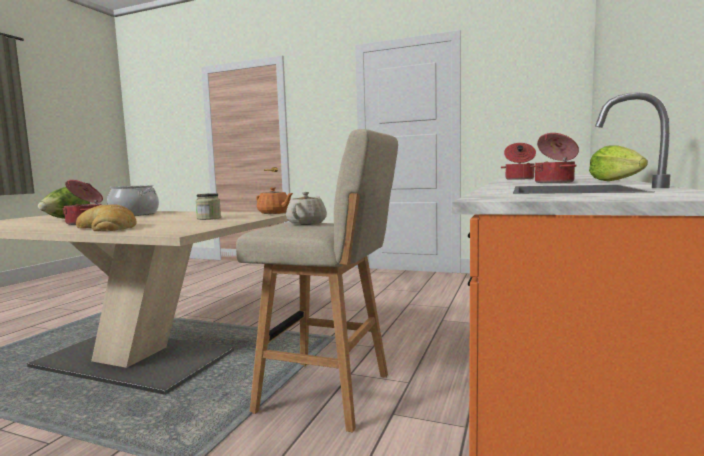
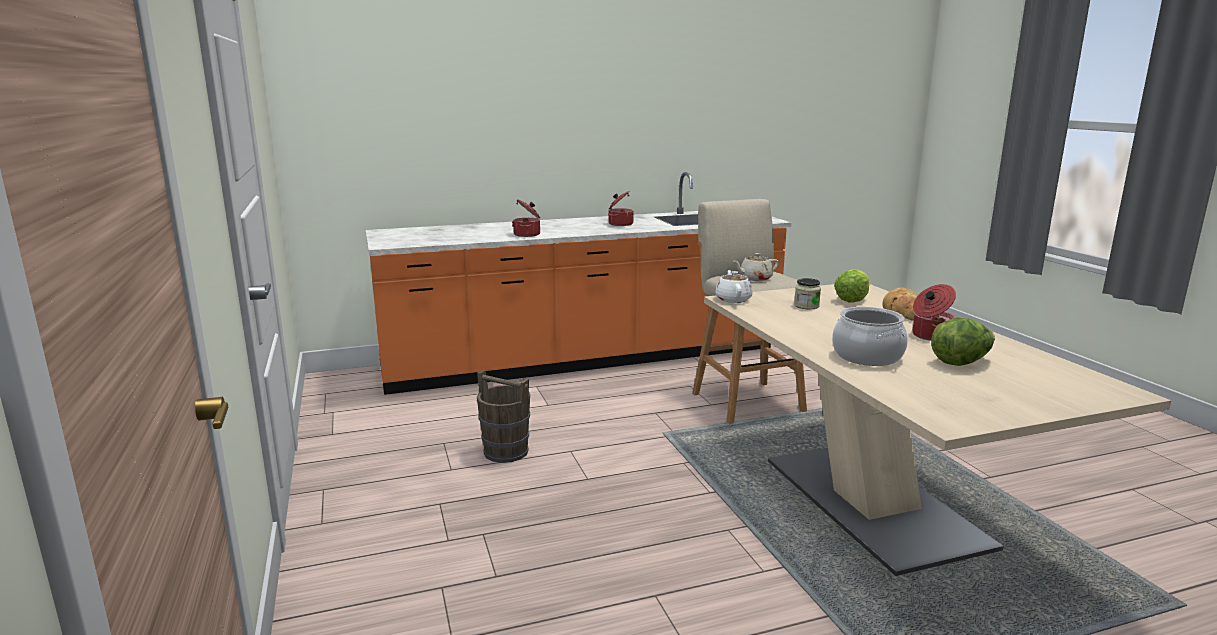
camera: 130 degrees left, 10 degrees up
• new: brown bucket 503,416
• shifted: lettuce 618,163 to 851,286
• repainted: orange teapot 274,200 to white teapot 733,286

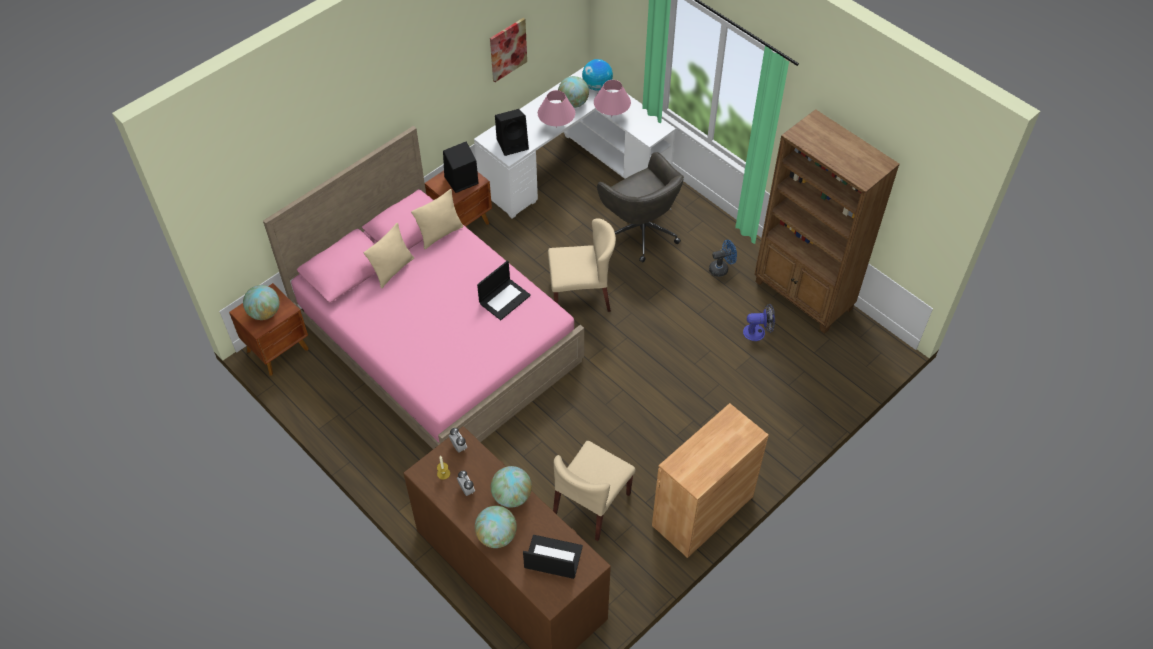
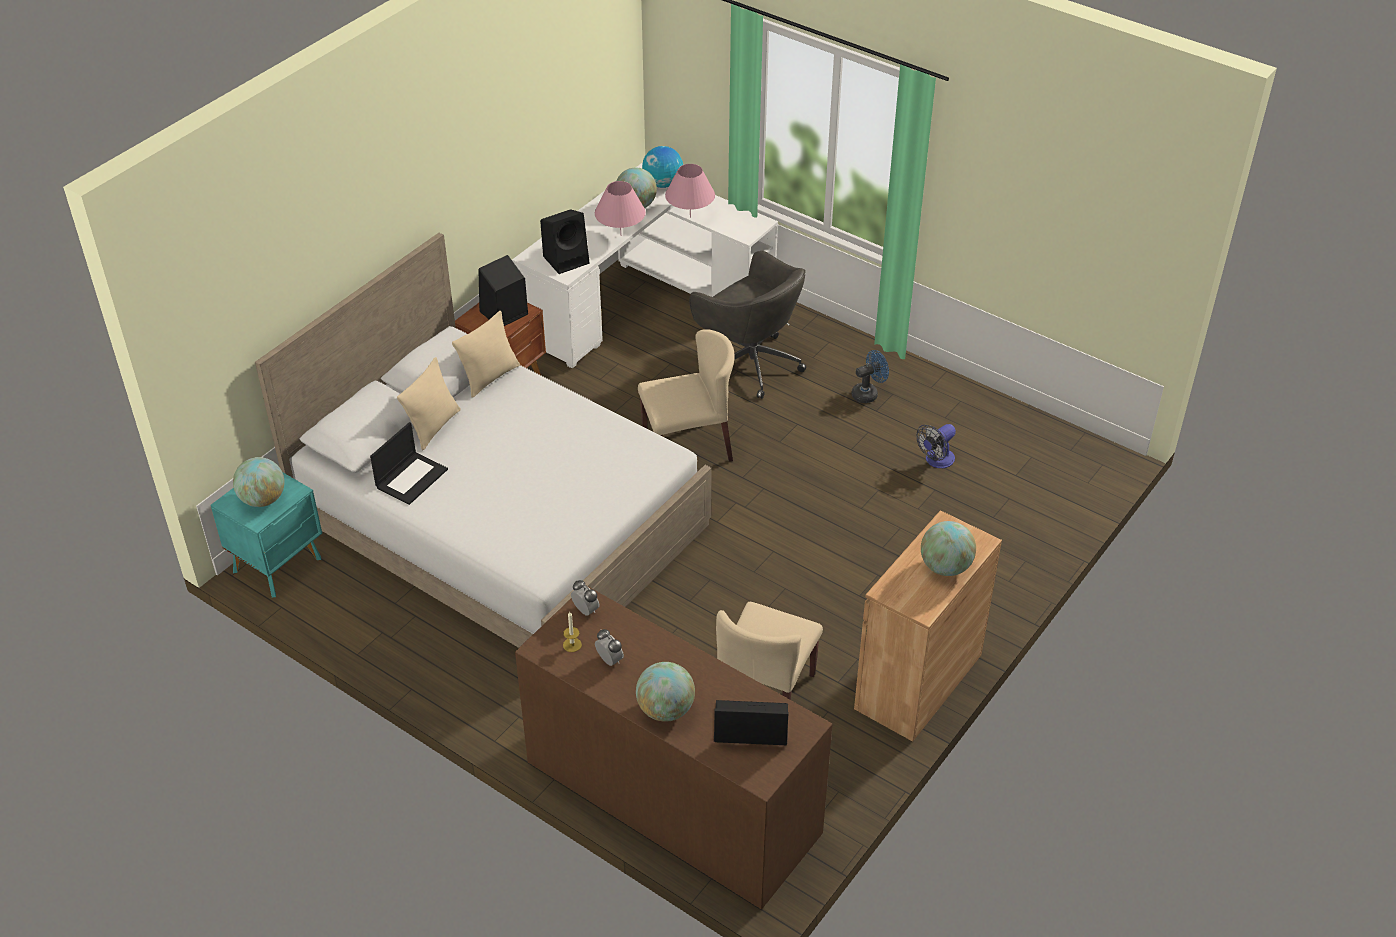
camera: 10 degrees left, 10 degrees down
• gone: picture 508,50
• gone: brown bookcase 827,221
• shifted: laptop 504,290 to 409,463
• shifted: globe 511,487 to 948,548
• repainted: brown nightstand 269,329 to turquoise nightstand 266,535
• repainted: pink bed 423,287 to white bed 483,440
• rotated: fan 759,322 = 936,446 150 degrees clockwise

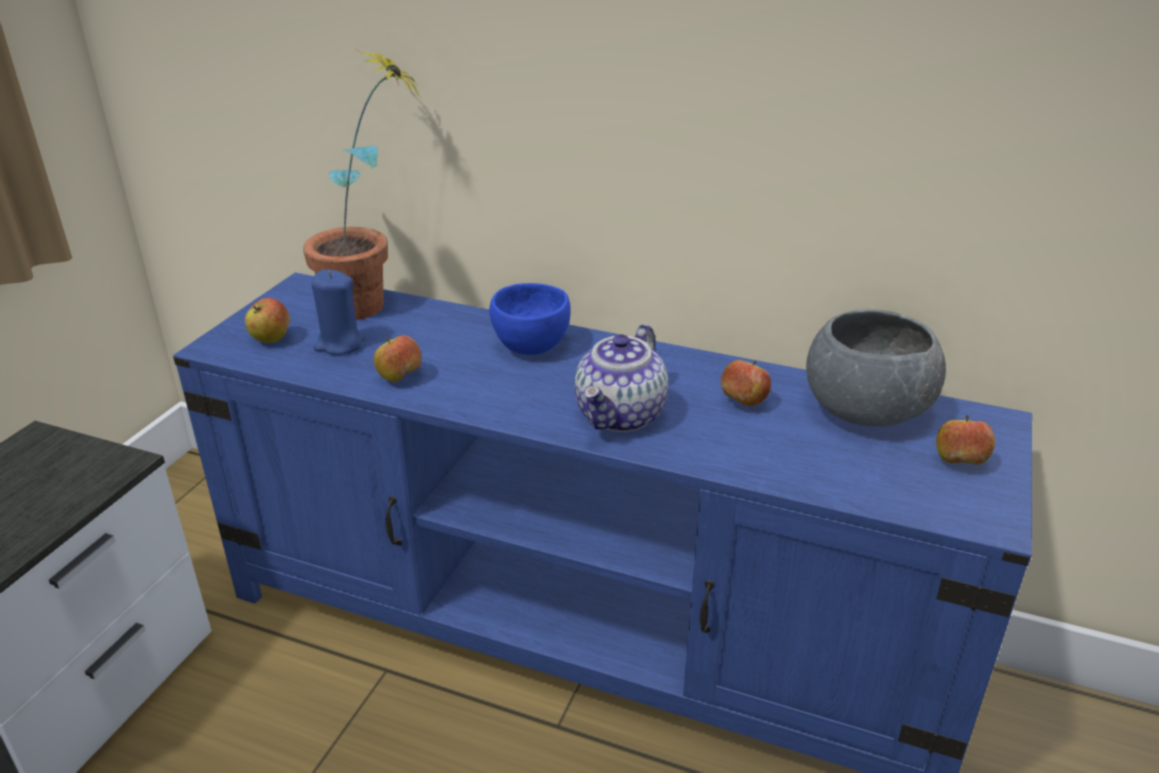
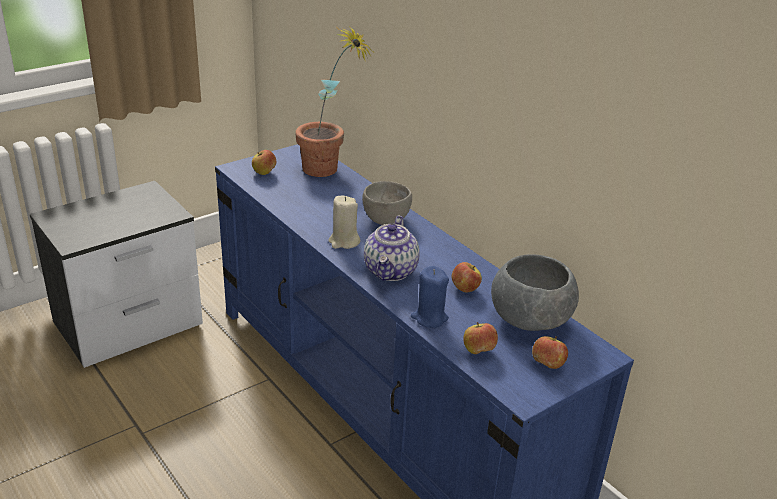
camera: 30 degrees right, 0 degrees up
• new: beige candle 344,222
• shifted: blue candle 338,312 to 430,297
• shifted: apple 397,358 to 480,338
• repainted: blue bowl 530,319 to grey bowl 387,203
• rotated: teapot 621,378 = 392,248 45 degrees counterclockwise

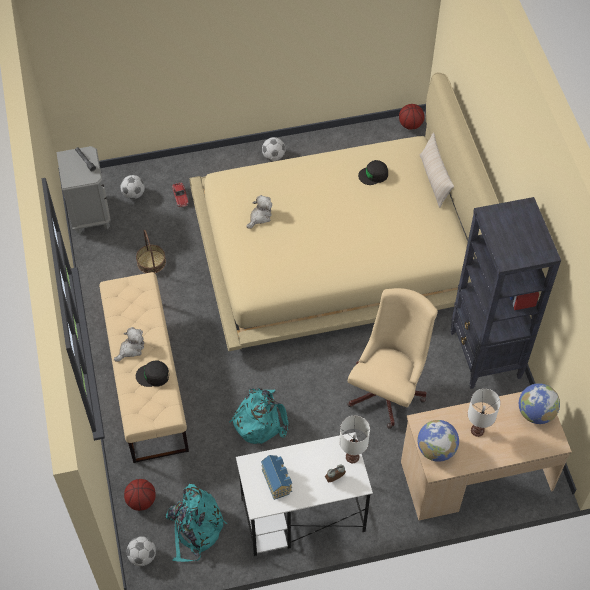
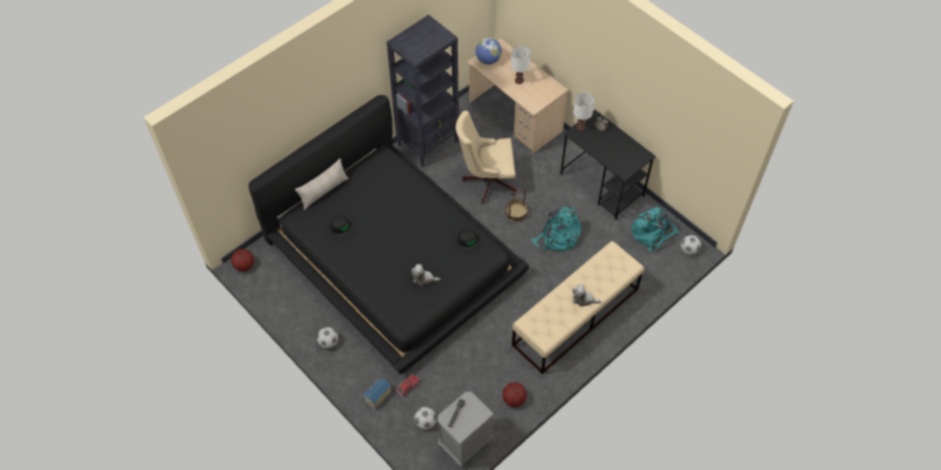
camera: 120 degrees left, 0 degrees up
• gone: globe 438,441
• shifted: basketball 140,495 to 514,394
• shifted: basket 151,251 to 516,205
• shifted: black cap 152,373 to 469,240
• shifted: toy house 276,477 to 378,394
• repainted: beige bed 344,211 to black bed 389,234
• repainted: white desk 304,494 to black desk 608,165

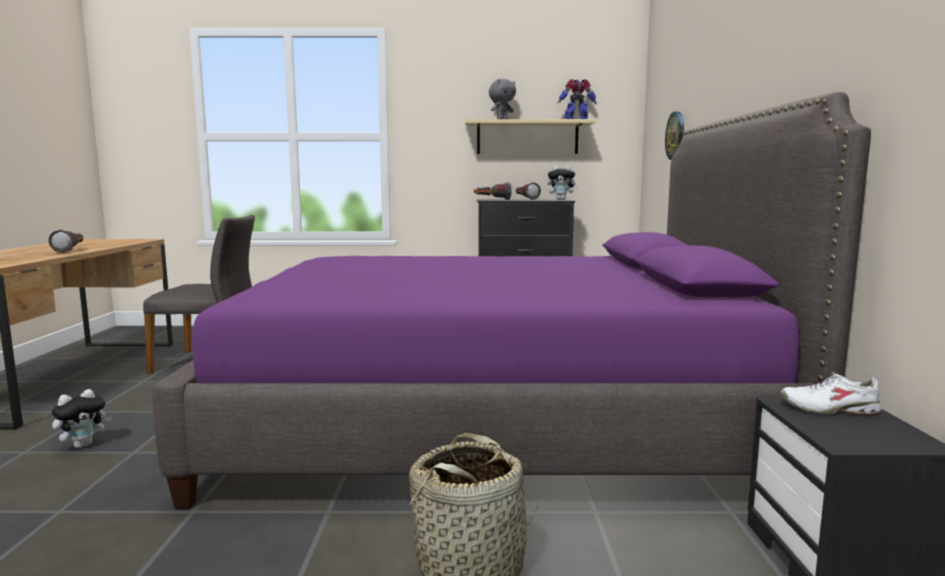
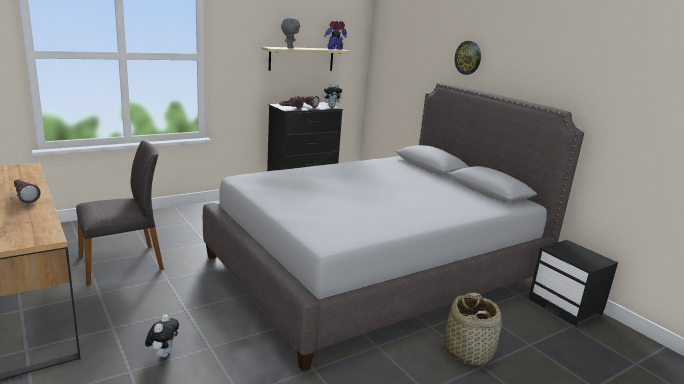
camera: 35 degrees left, 10 degrees up
• gone: white shoe 831,394
• shifted: wall clock 674,135 to 468,58
• repainted: purple bed 512,300 to grey bed 393,226

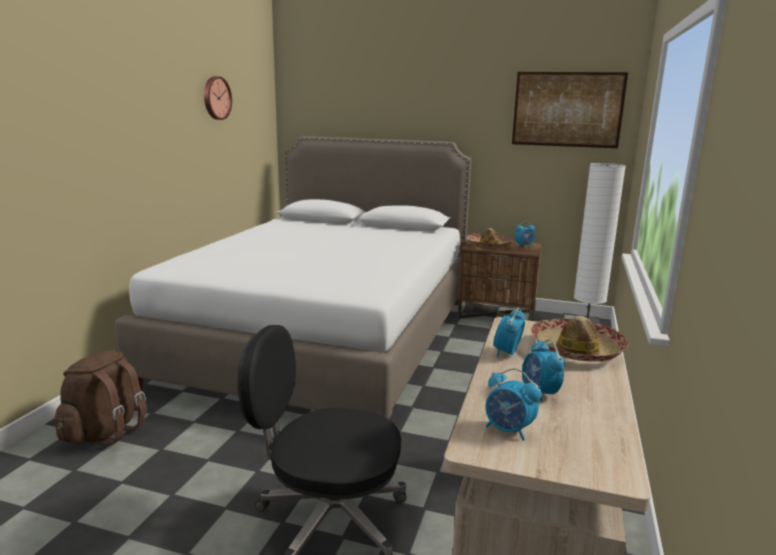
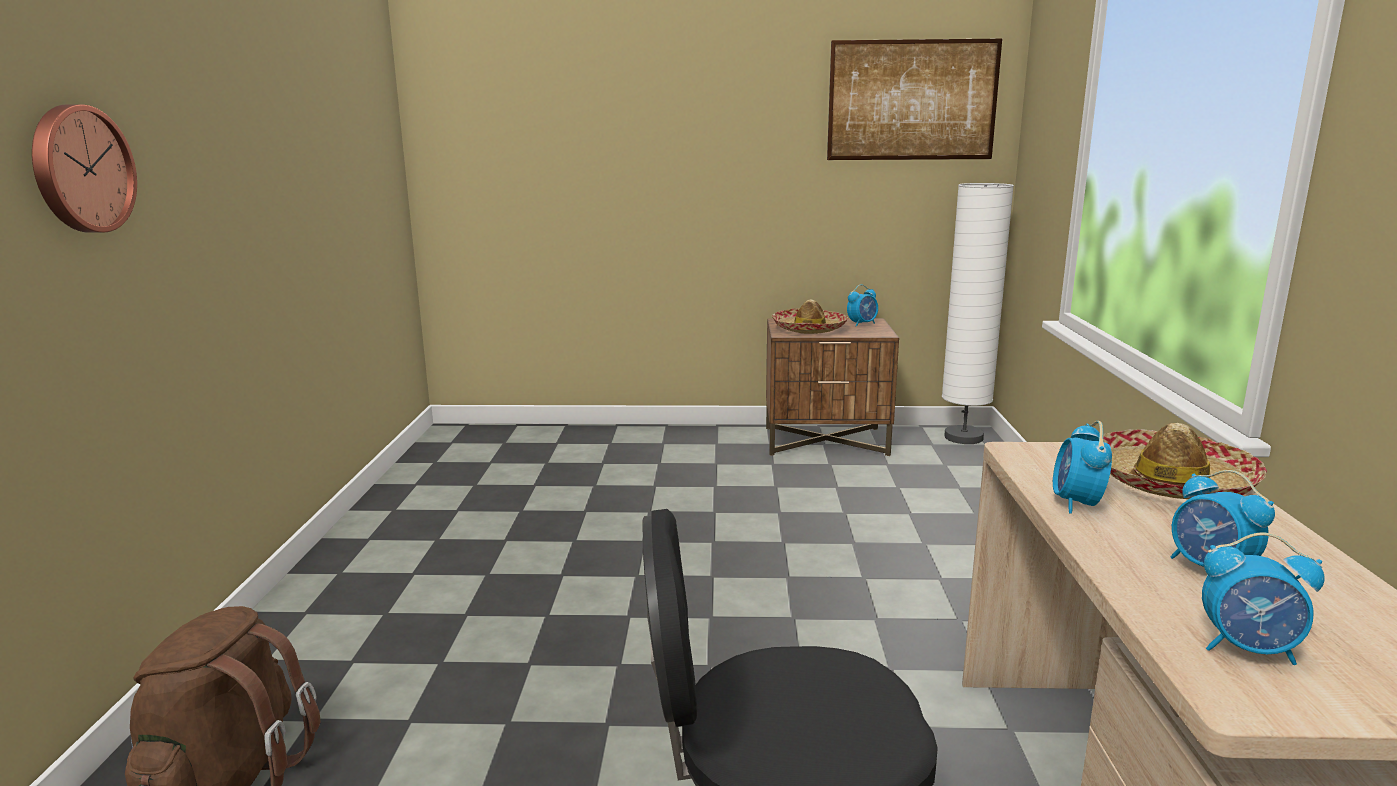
camera: 15 degrees left, 0 degrees up
• gone: white bed 293,278
• shifted: wall clock 218,98 to 84,168

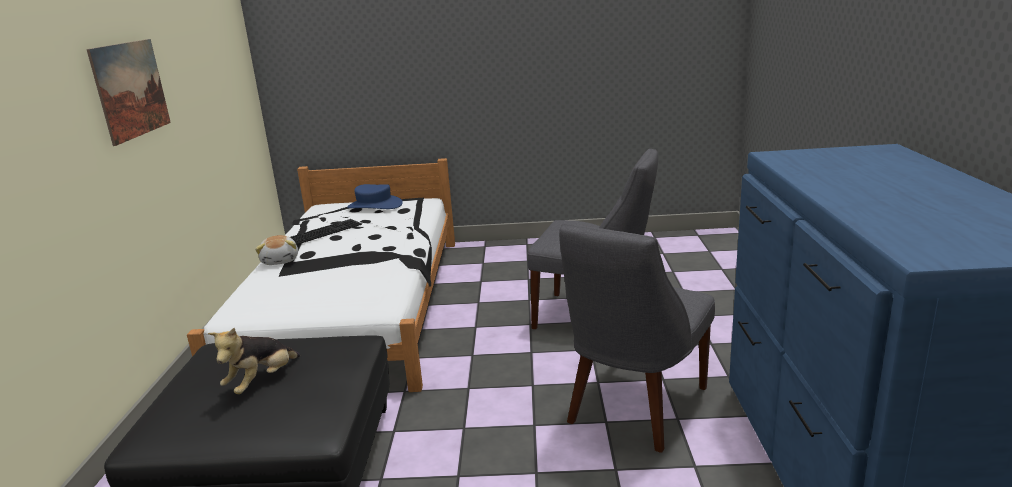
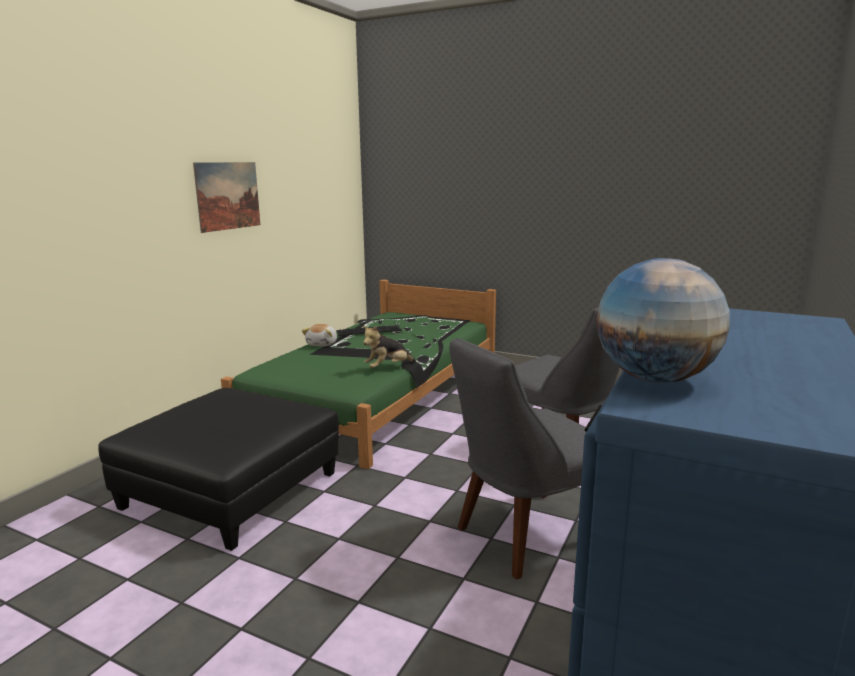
camera: 25 degrees right, 5 degrees down
• gone: blue hat 375,196
• new: globe 663,320
• shifted: plush toy 254,361 to 389,347
• repainted: white bed 321,275 to green bed 358,374

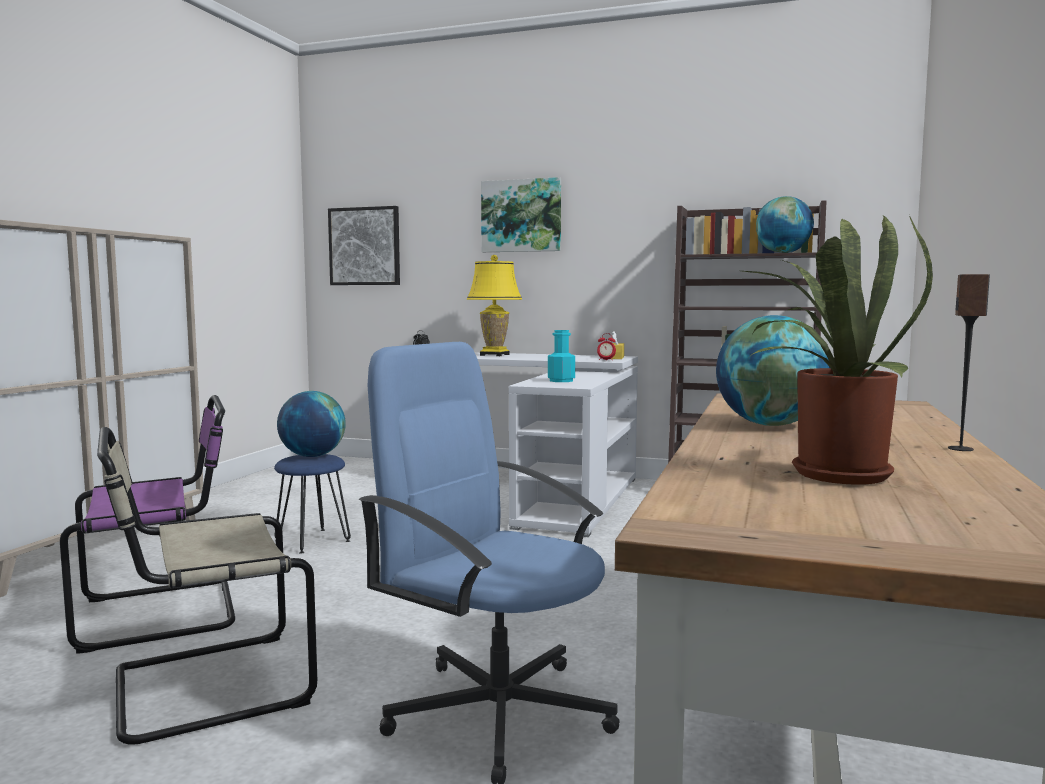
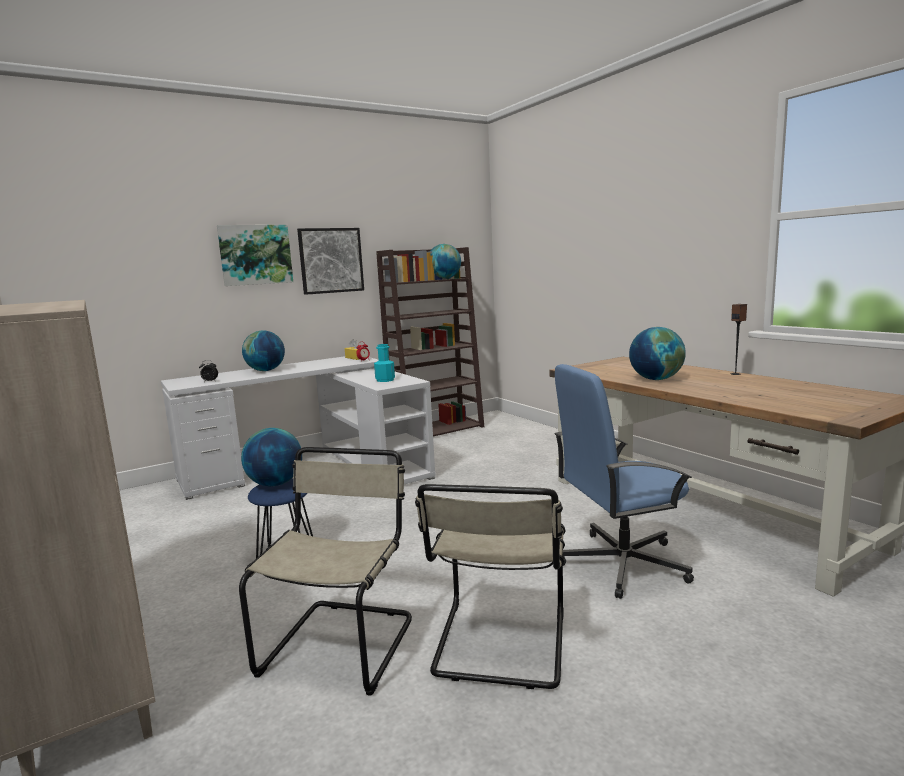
camera: 50 degrees left, 5 degrees up
• gone: potted plant 838,350
• shifted: picture 364,245 to 330,261
• swapped: yellow table lamp 494,305 to globe 263,350
• repainted: purple chair 147,524 to beige chair 325,571

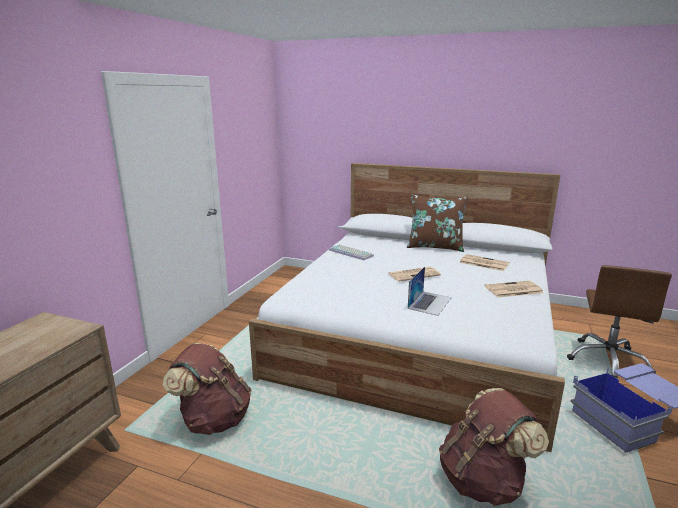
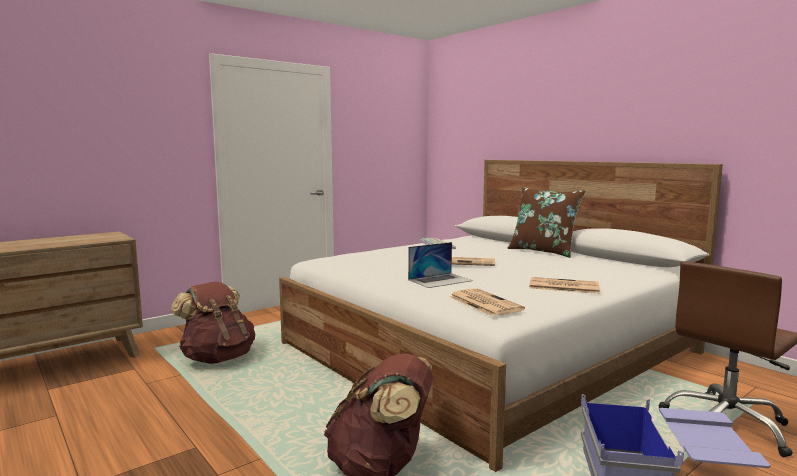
camera: 30 degrees right, 10 degrees down
• shifted: newspaper 484,262 to 487,302

